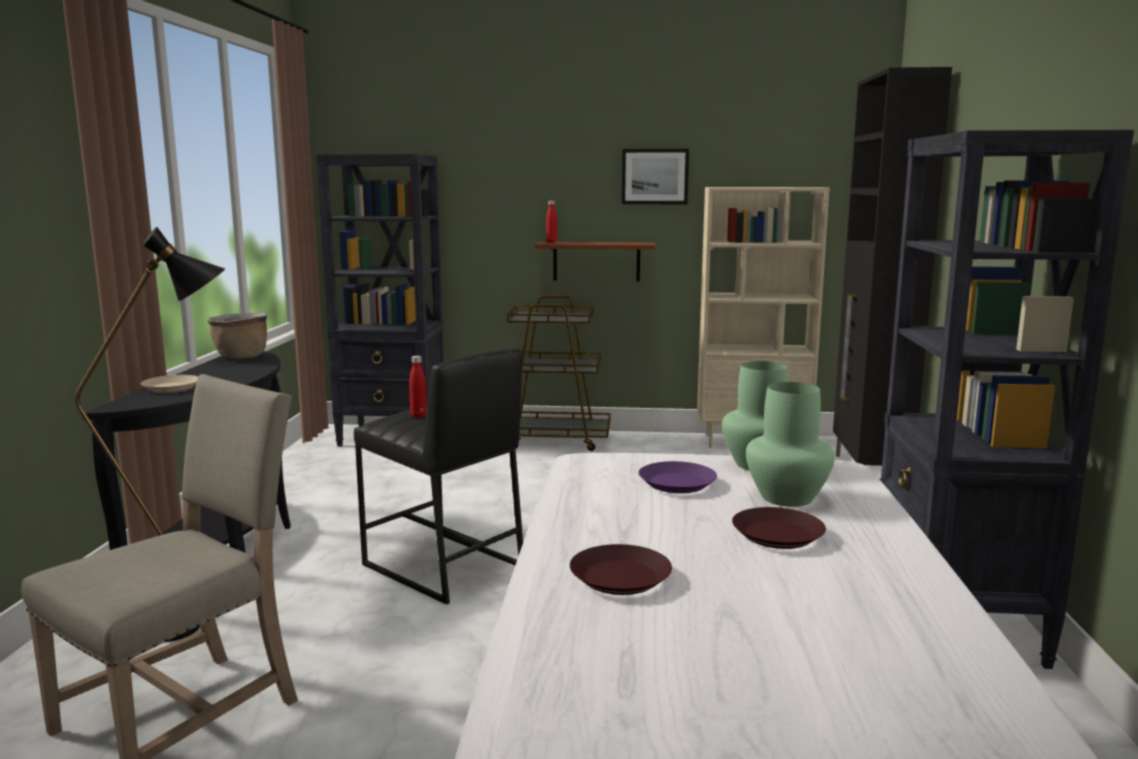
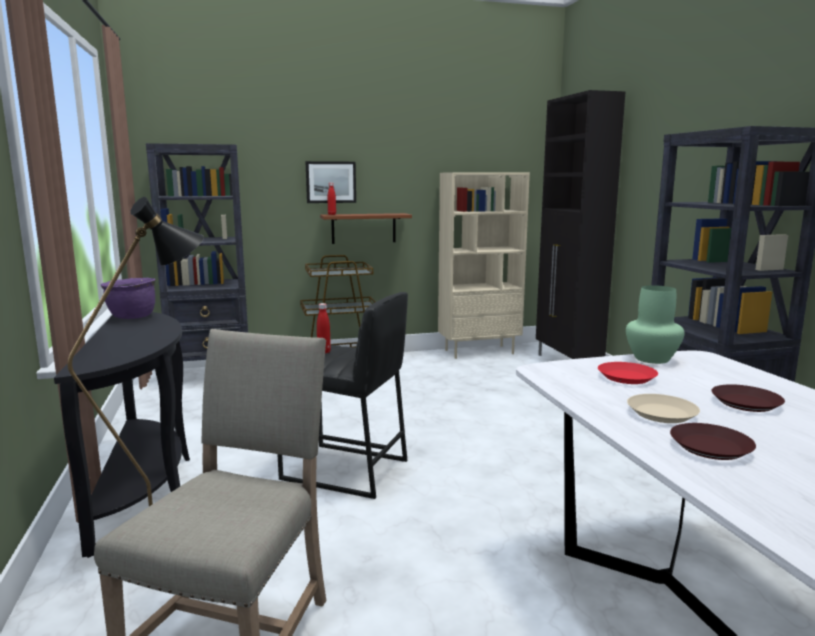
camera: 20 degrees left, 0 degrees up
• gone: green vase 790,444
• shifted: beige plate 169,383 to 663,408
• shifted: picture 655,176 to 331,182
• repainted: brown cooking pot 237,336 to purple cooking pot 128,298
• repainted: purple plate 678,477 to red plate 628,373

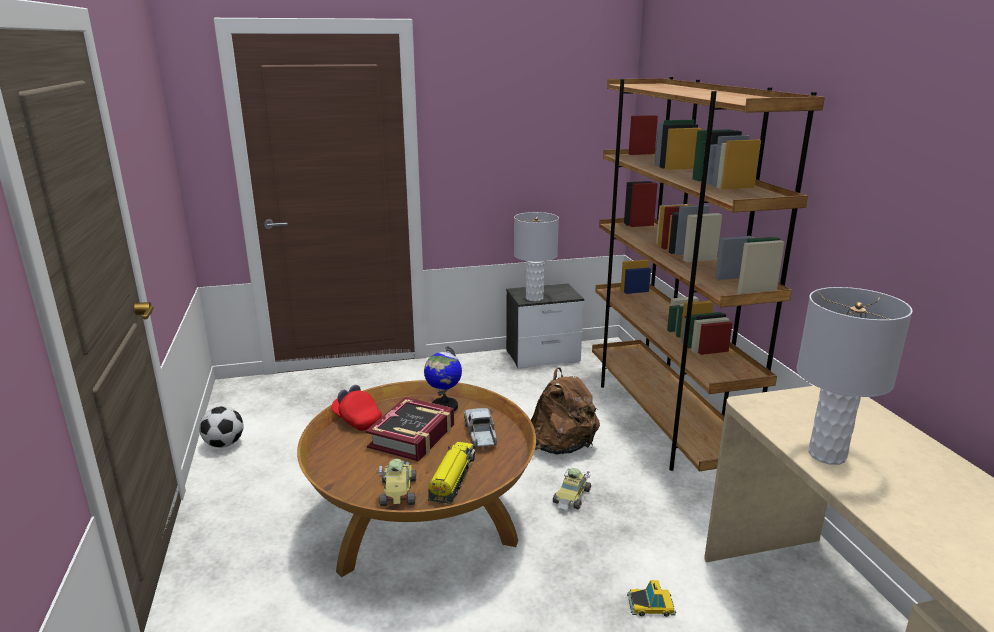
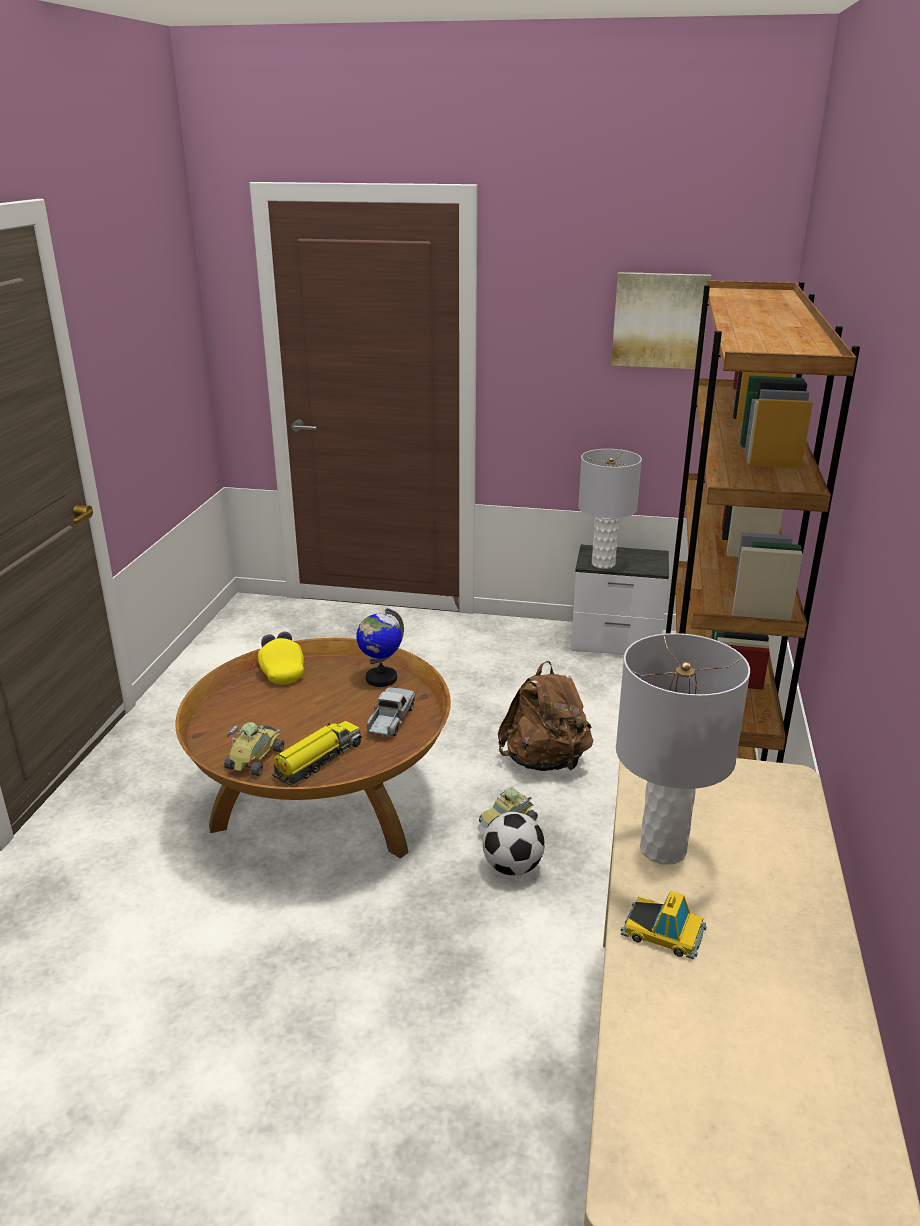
camera: 25 degrees right, 5 degrees up
• gone: book 410,429
• new: picture 661,320
• shifted: football 221,427 to 513,844
• shifted: toy car 651,598 to 664,925
• repainted: red cap 356,408 to yellow cap 281,658

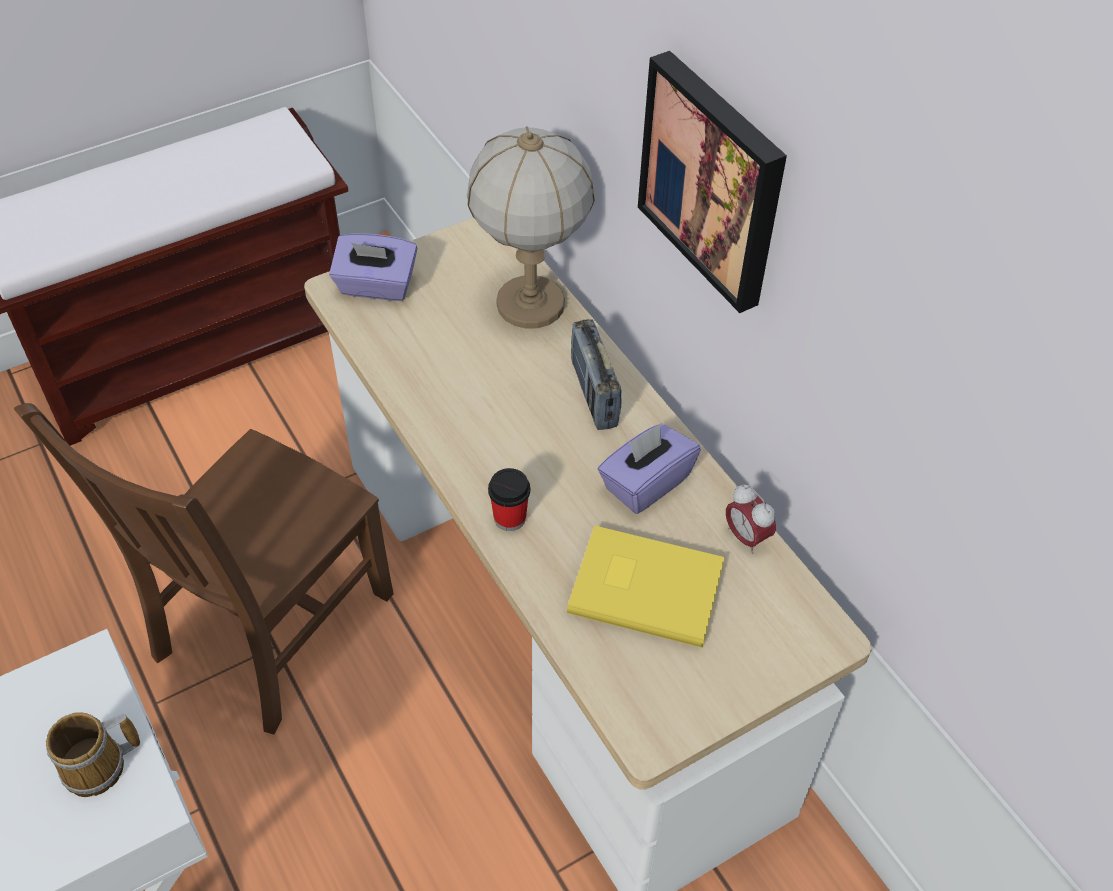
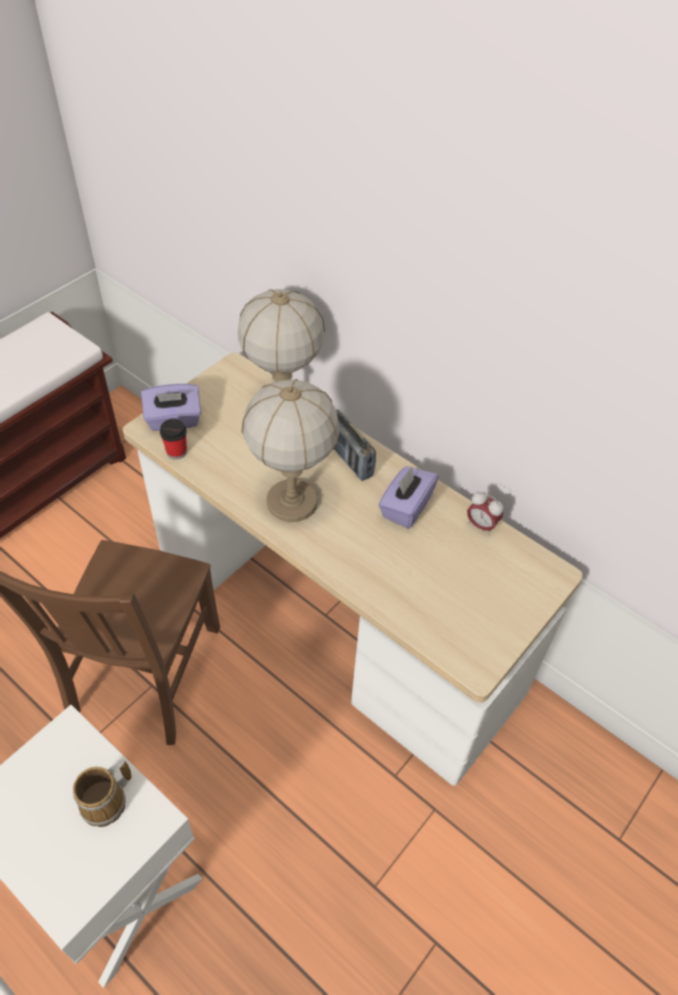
camera: 20 degrees left, 0 degrees up
• gone: yellow book 646,586
• gone: picture 712,182
• new: table lamp 290,450
• shifted: cup 509,499 to 173,439

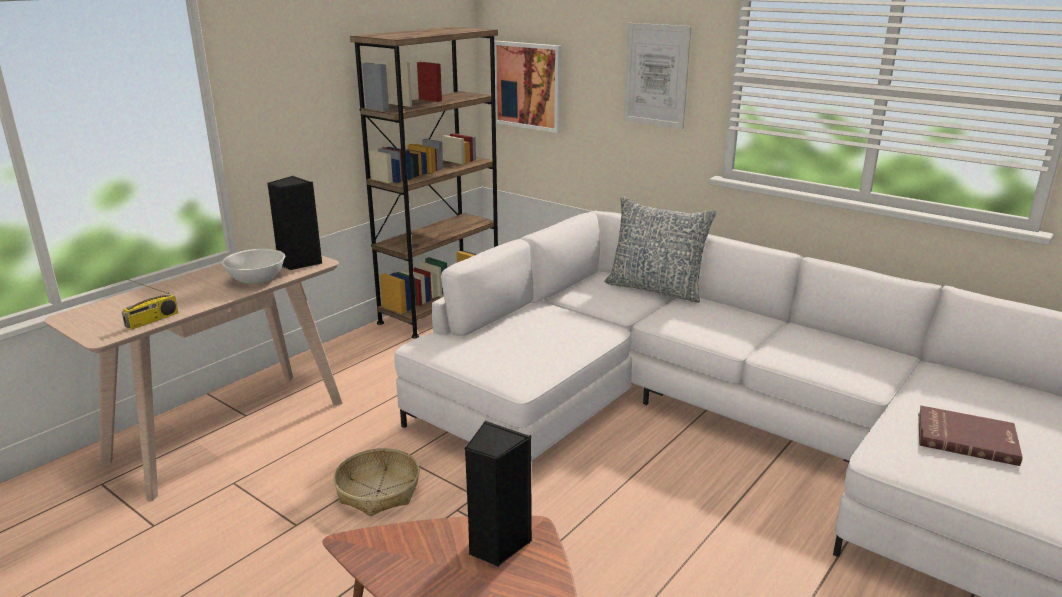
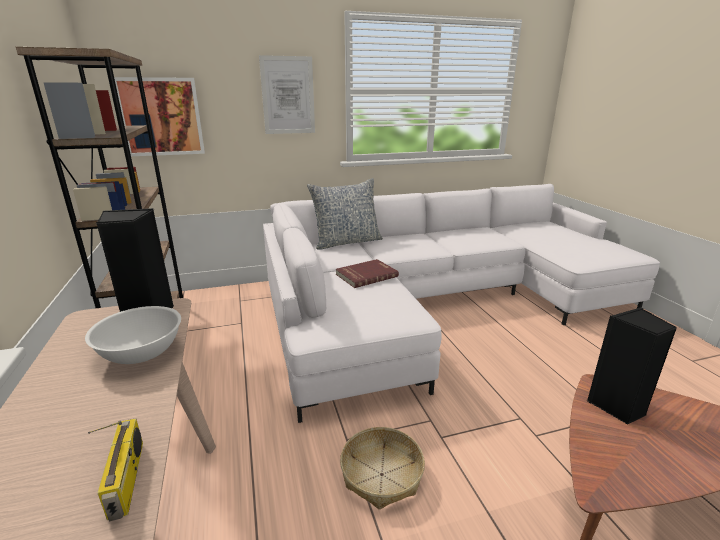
camera: 55 degrees left, 0 degrees up
• shifted: red book 970,435 to 367,273

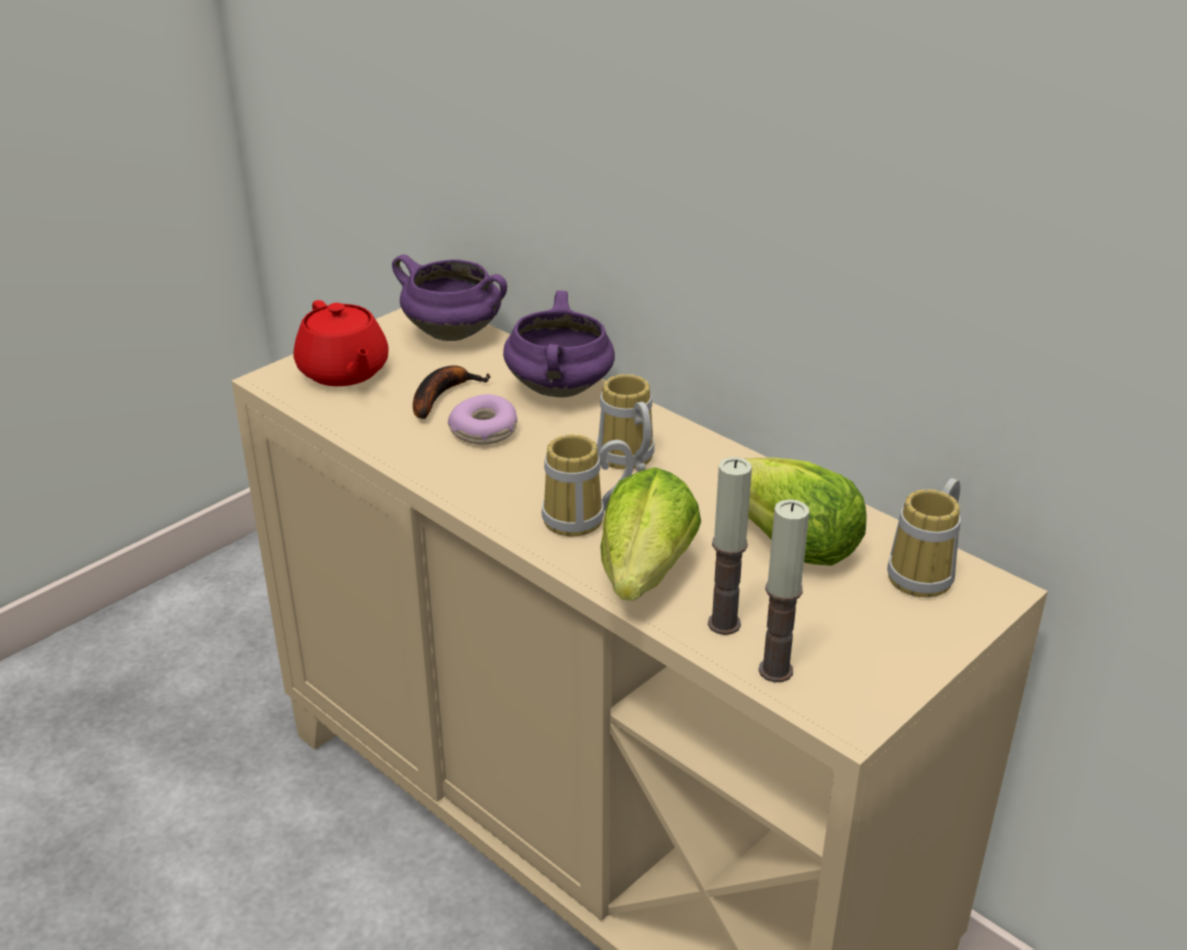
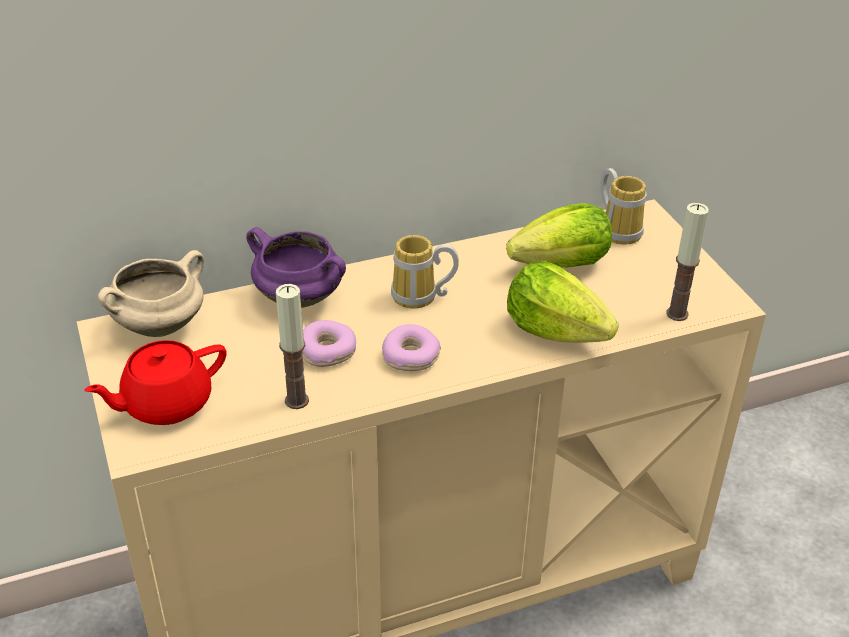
camera: 65 degrees left, 5 degrees up
• gone: banana 452,392
• gone: mug 588,485
• new: donut 411,347
• shifted: candle 730,546 to 292,346
• repainted: purple cooking pot 449,297 to beige cooking pot 151,293
• rotated: red teapot 341,343 = 155,382 150 degrees clockwise

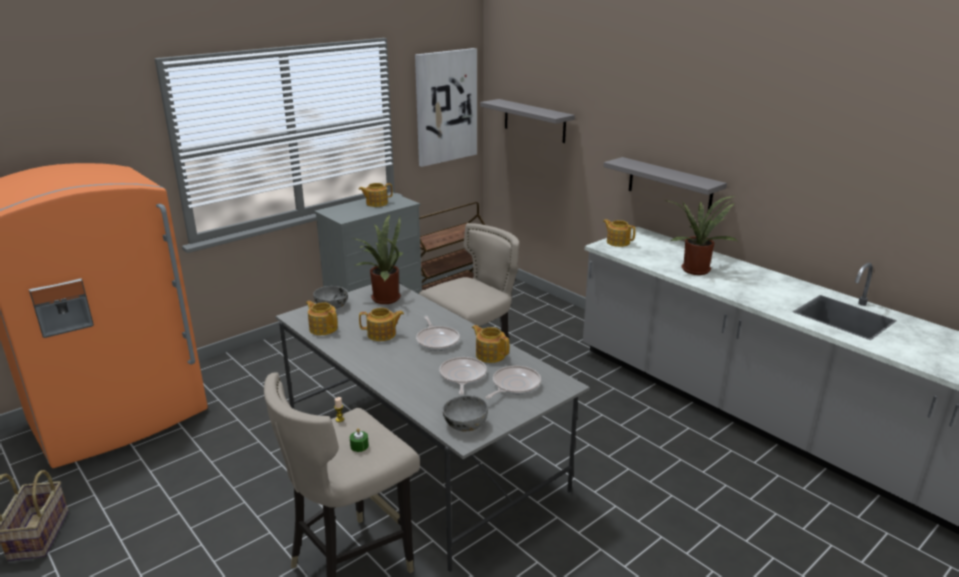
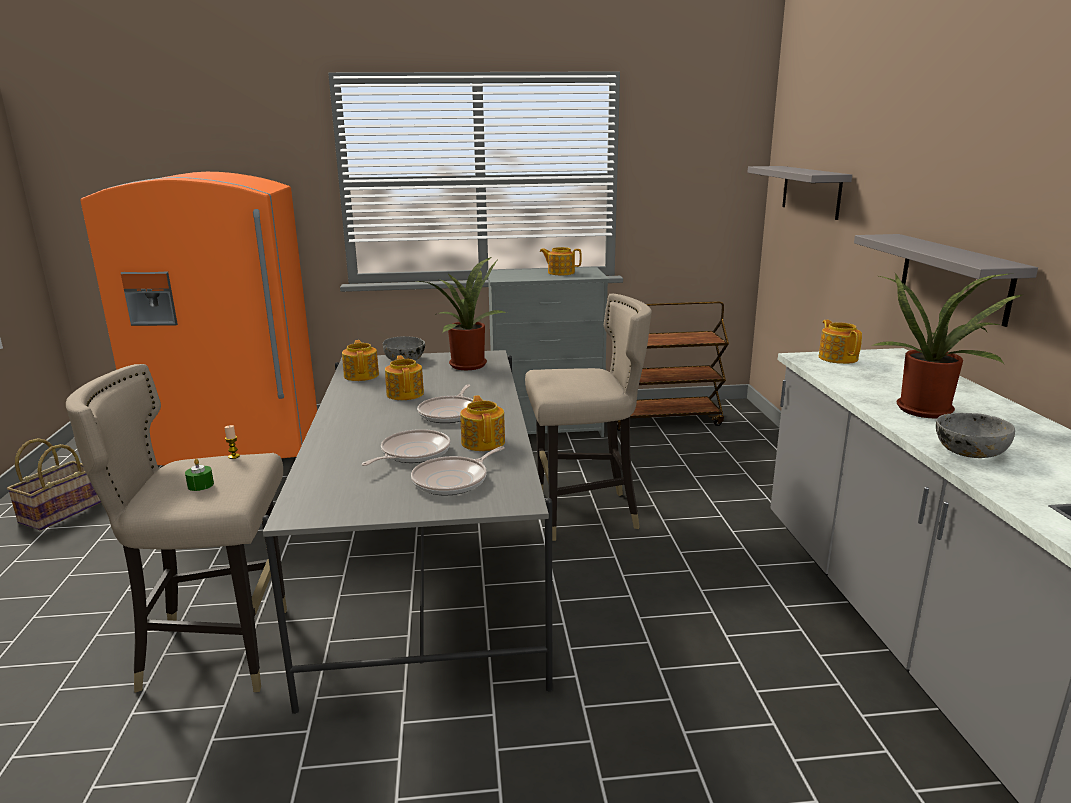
camera: 35 degrees right, 5 degrees down
• gone: picture 446,107
• shifted: grey bowl 465,413 to 975,435
• rotated: teapot 381,324 = 404,377 135 degrees counterclockwise
• rotated: frying pan 513,382 = 458,471 150 degrees clockwise

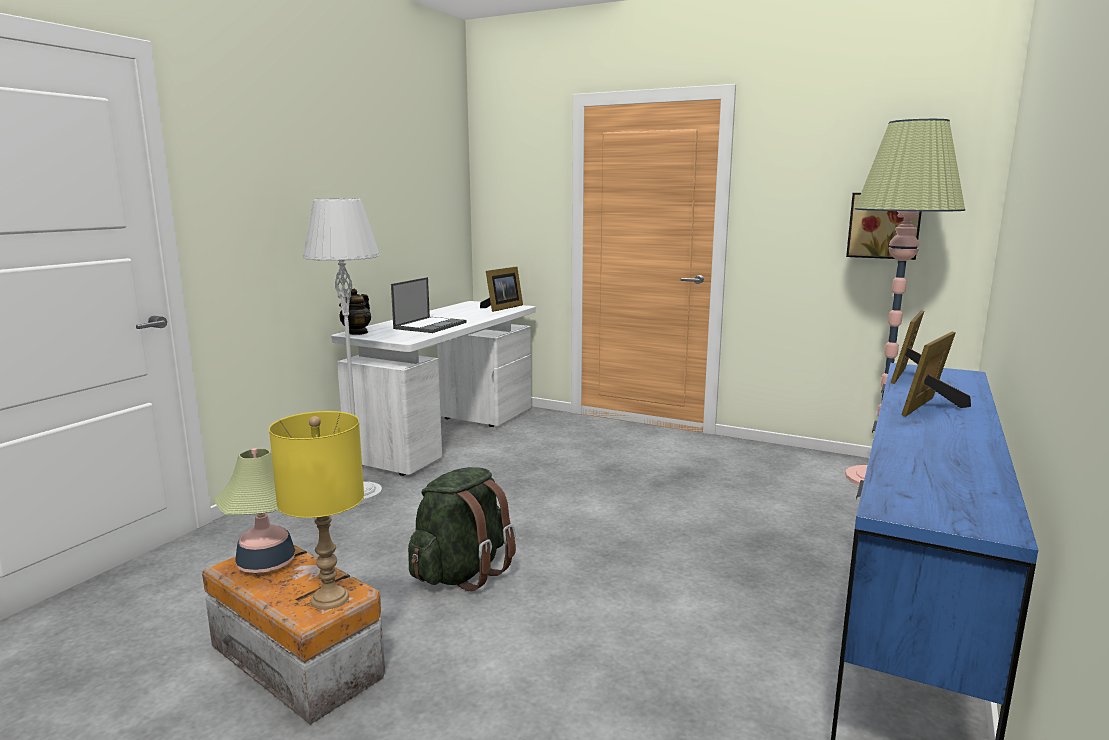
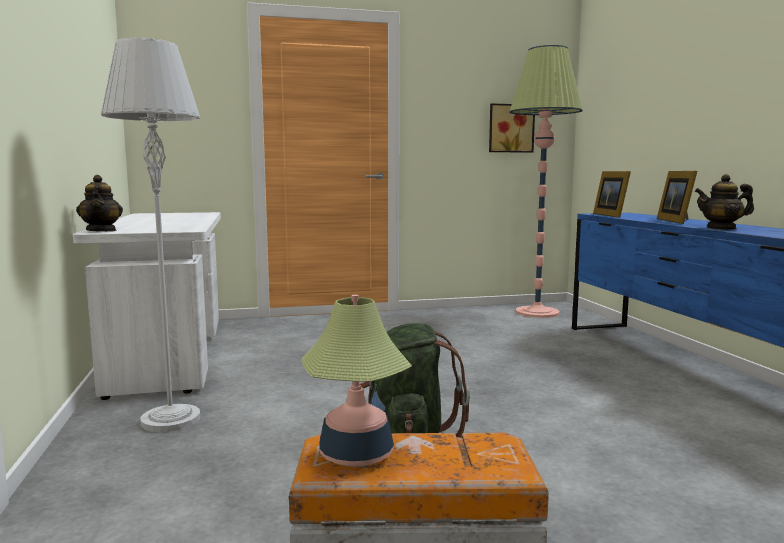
camera: 40 degrees left, 5 degrees down
• gone: yellow table lamp 316,510
• gone: laptop 428,305
• gone: picture frame 501,289
• new: teapot 724,202

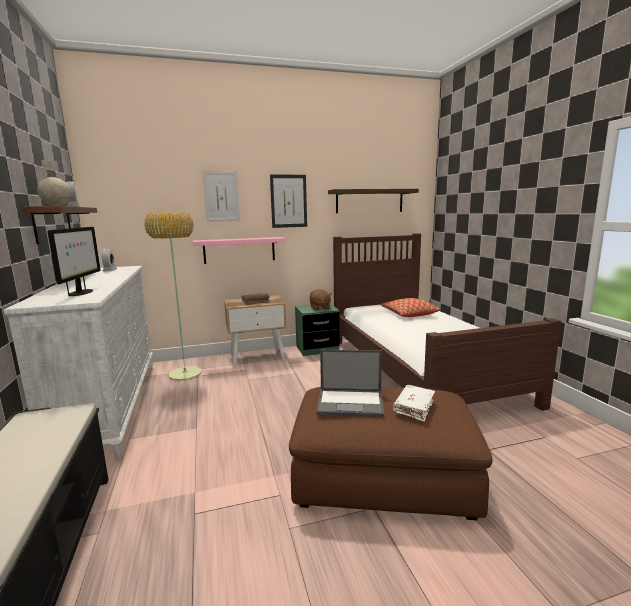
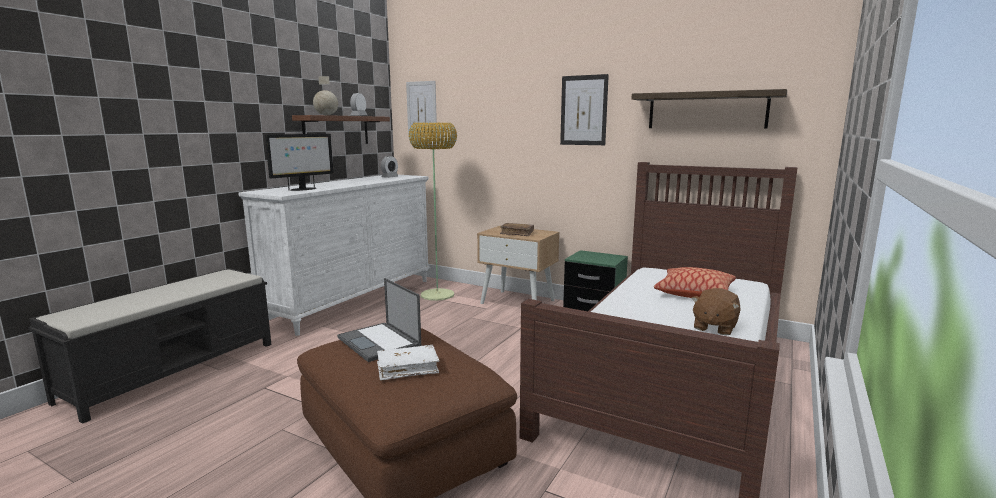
camera: 45 degrees right, 0 degrees up
• gone: pink shelf 239,250
• shifted: picture 221,196 to 421,108
• shifted: brown plush toy 321,299 to 716,312

